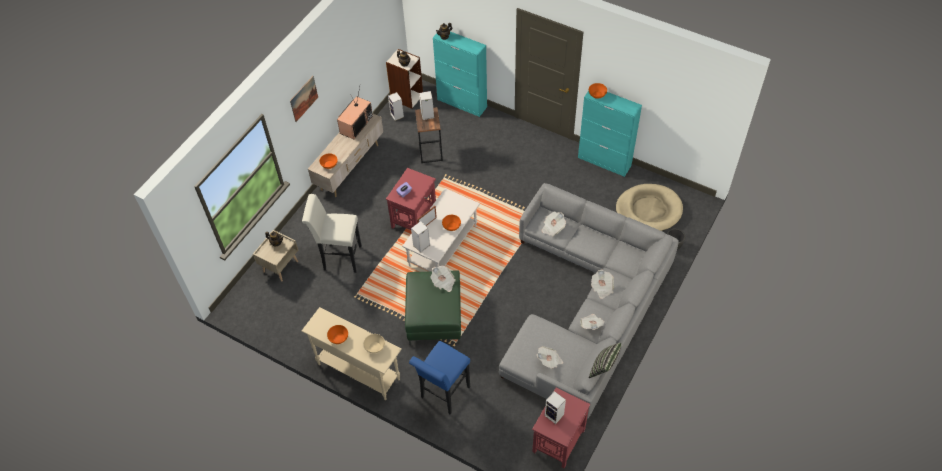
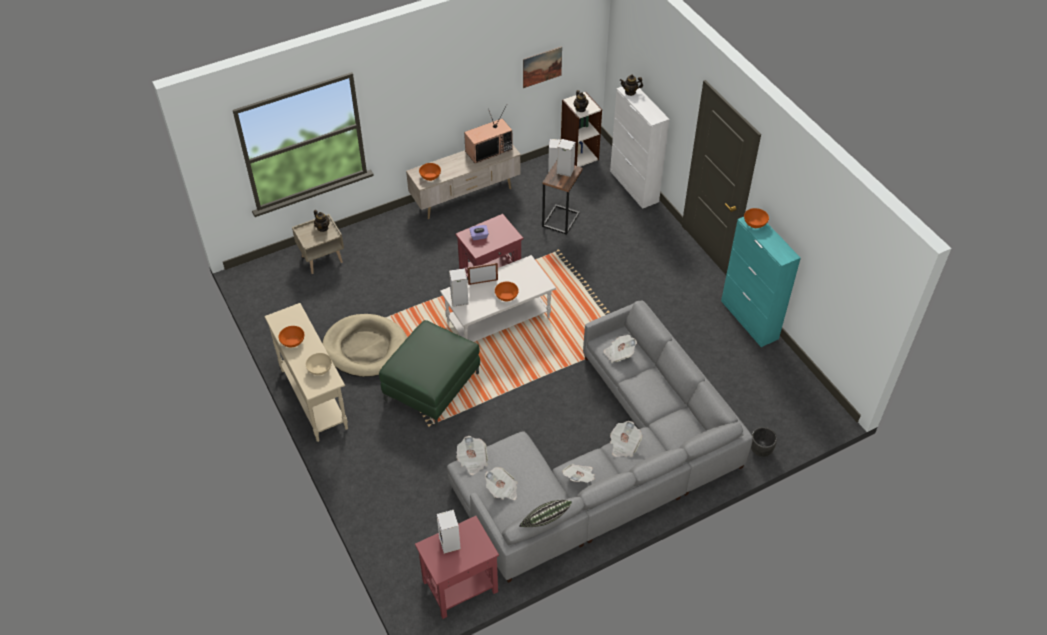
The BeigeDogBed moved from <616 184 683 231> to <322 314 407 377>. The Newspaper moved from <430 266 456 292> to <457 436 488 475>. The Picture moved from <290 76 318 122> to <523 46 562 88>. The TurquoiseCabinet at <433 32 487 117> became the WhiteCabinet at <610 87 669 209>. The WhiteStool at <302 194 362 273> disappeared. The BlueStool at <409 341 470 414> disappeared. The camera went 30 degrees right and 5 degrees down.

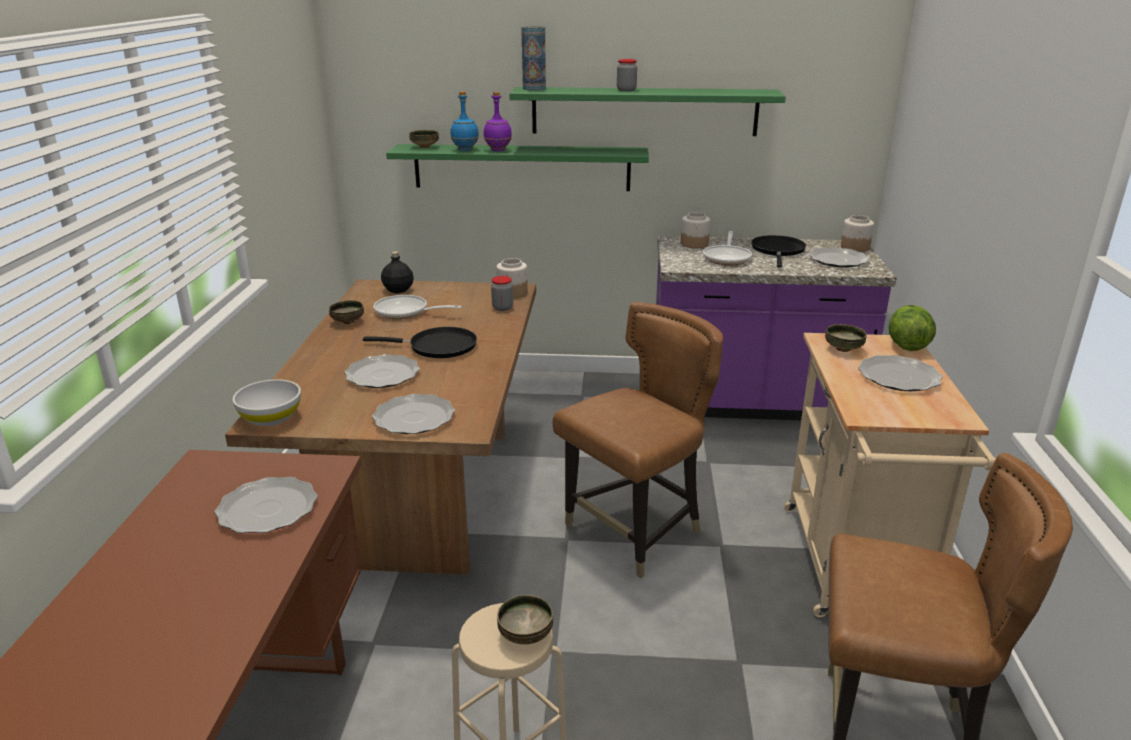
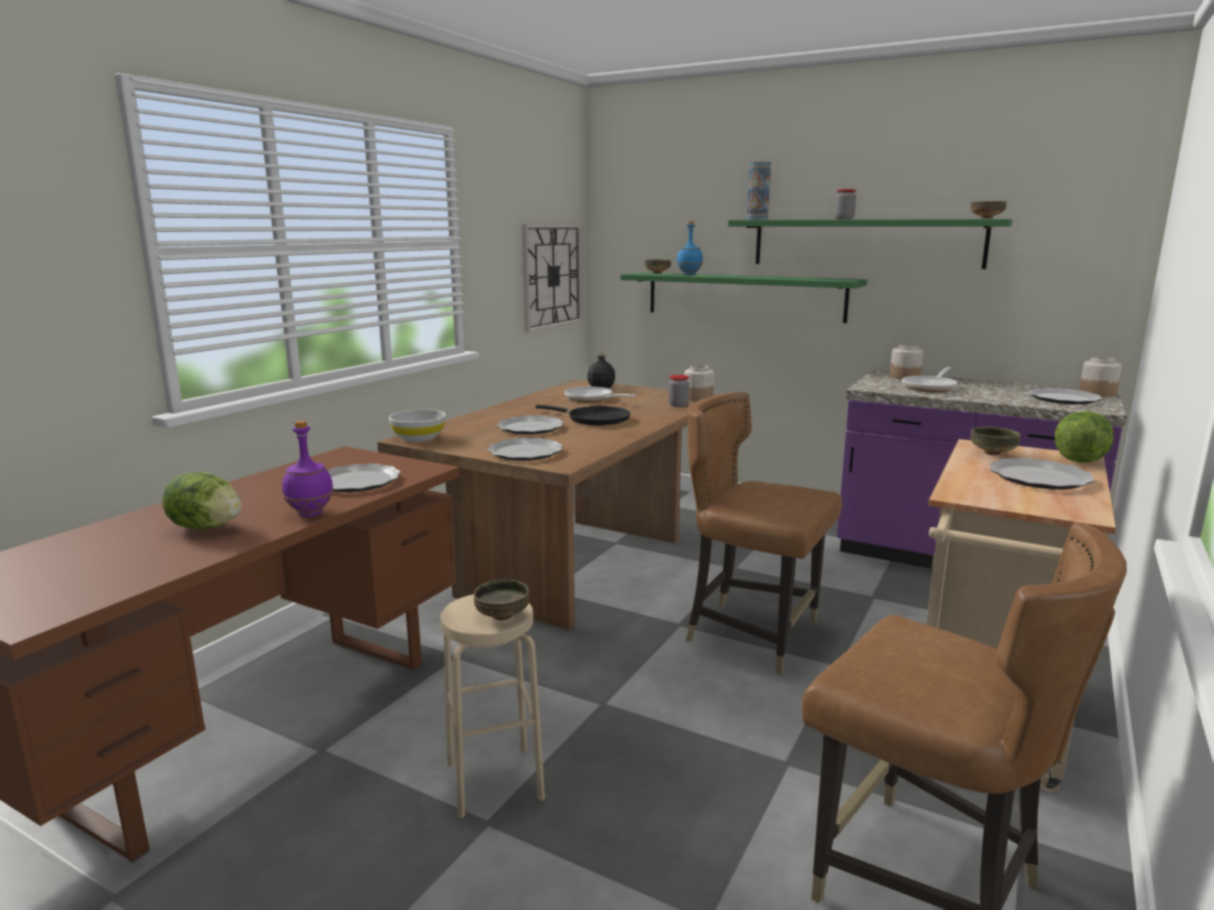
The Lettuce at <162 472 242 530> appeared. The PurpleBottle moved from <484 92 512 151> to <282 421 334 517>. The WallClock at <522 224 582 333> appeared. The BrownChair at <552 302 723 578> turned 135 degrees counterclockwise. The Bowl moved from <329 300 364 324> to <970 201 1006 219>. The BlackFryingPan at <751 235 806 268> disappeared. The camera went 25 degrees right and 10 degrees down.

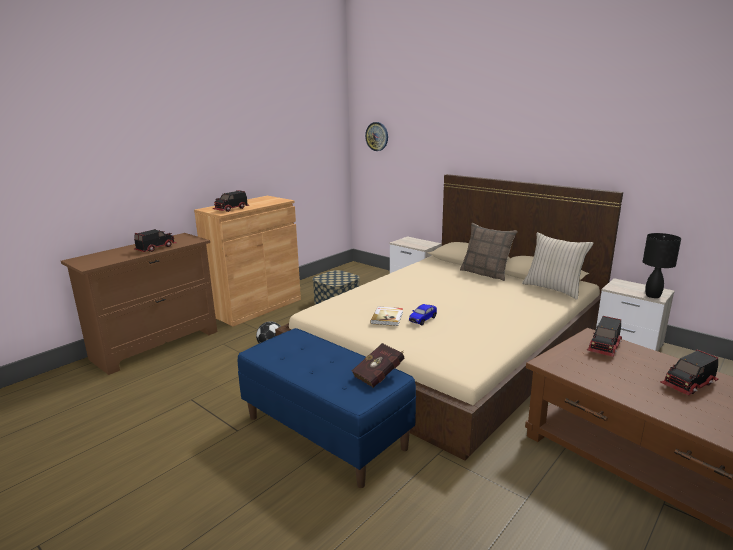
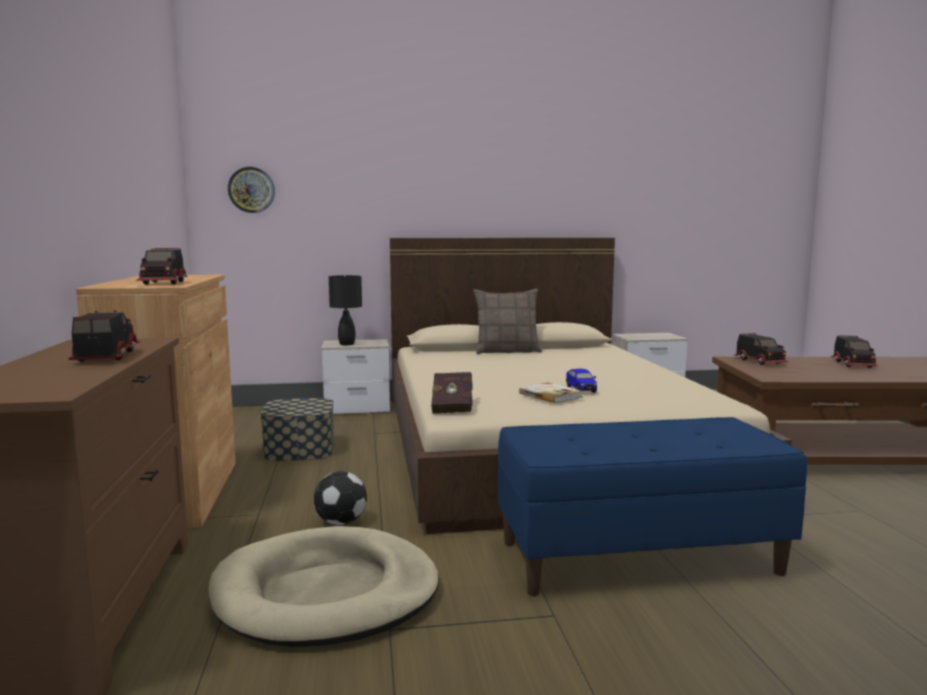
The BeigeDogBed at <208 526 439 647> appeared. The BlackTableLamp moved from <643 233 681 298> to <329 275 362 345>. The RedBook moved from <352 343 405 388> to <431 372 472 414>. The BeigePillow at <522 232 593 300> disappeared. The camera went 50 degrees left and 10 degrees down.

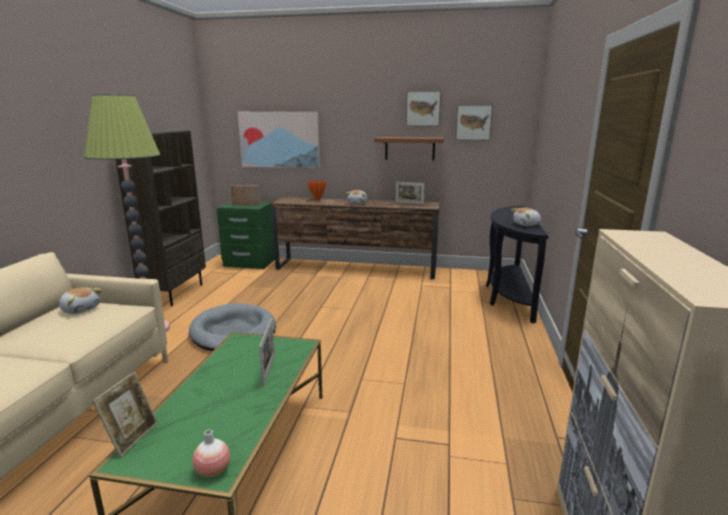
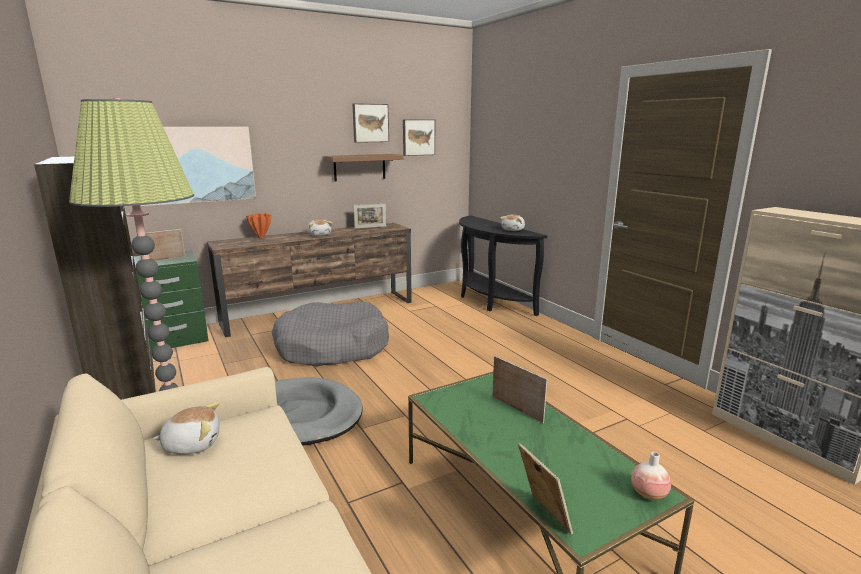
The GreyDogBed at <272 301 389 366> appeared. The camera went 40 degrees left and 0 degrees up.

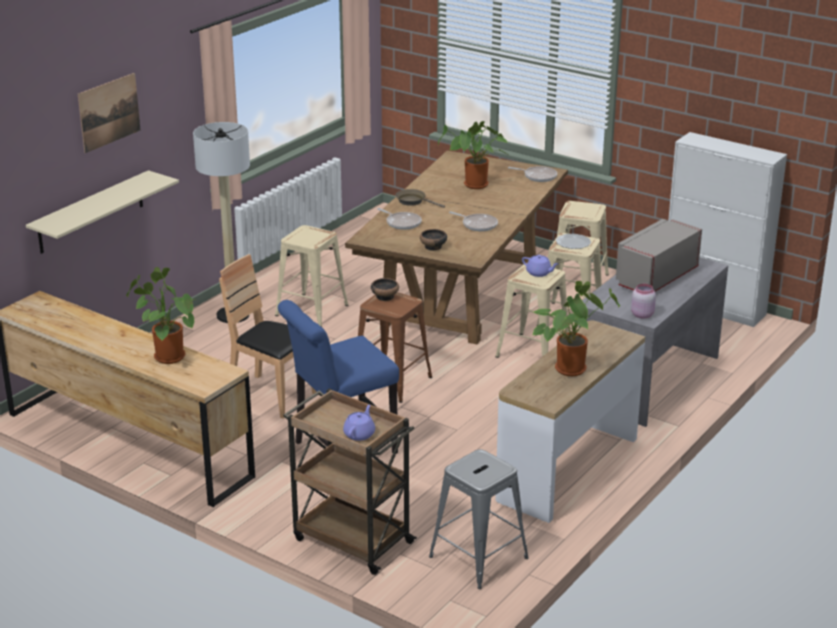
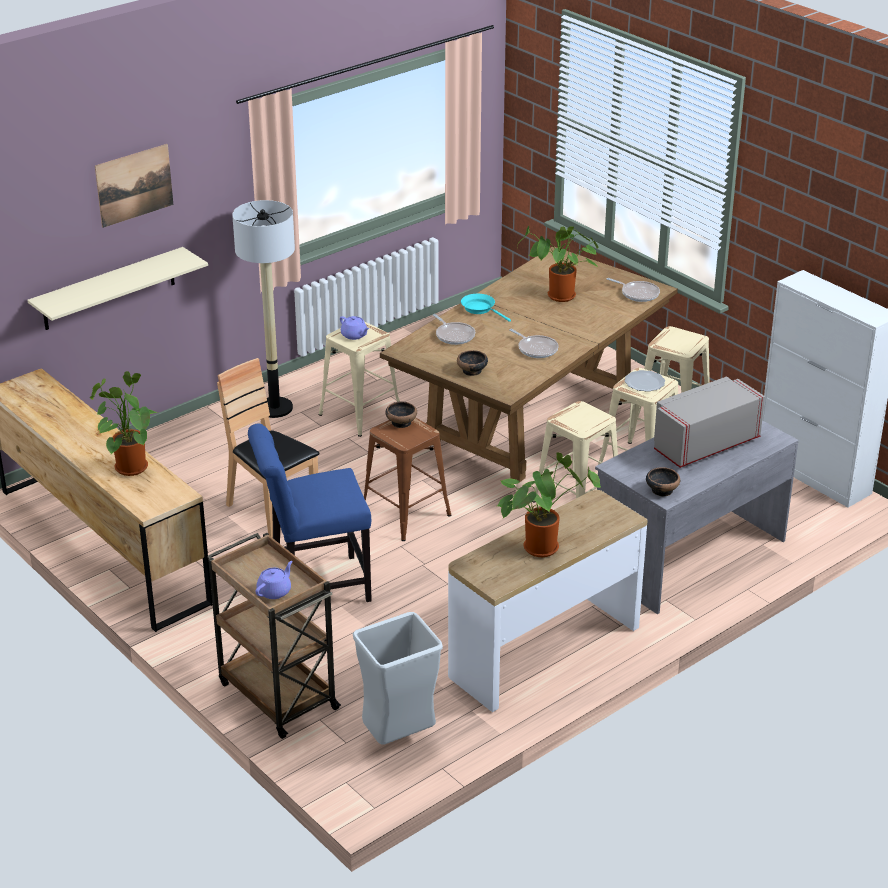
The PurpleTeapot moved from <522 255 558 277> to <340 316 369 340>. The GreyStool at <429 449 529 589> was replaced by the GreyTrashCan at <353 612 443 744>. The BrownFryingPan at <395 189 445 208> became the TurquoiseFryingPan at <461 294 511 322>. The PinkJar at <631 284 656 318> was replaced by the Bowl at <646 467 680 496>. The camera went 15 degrees right and 5 degrees up.

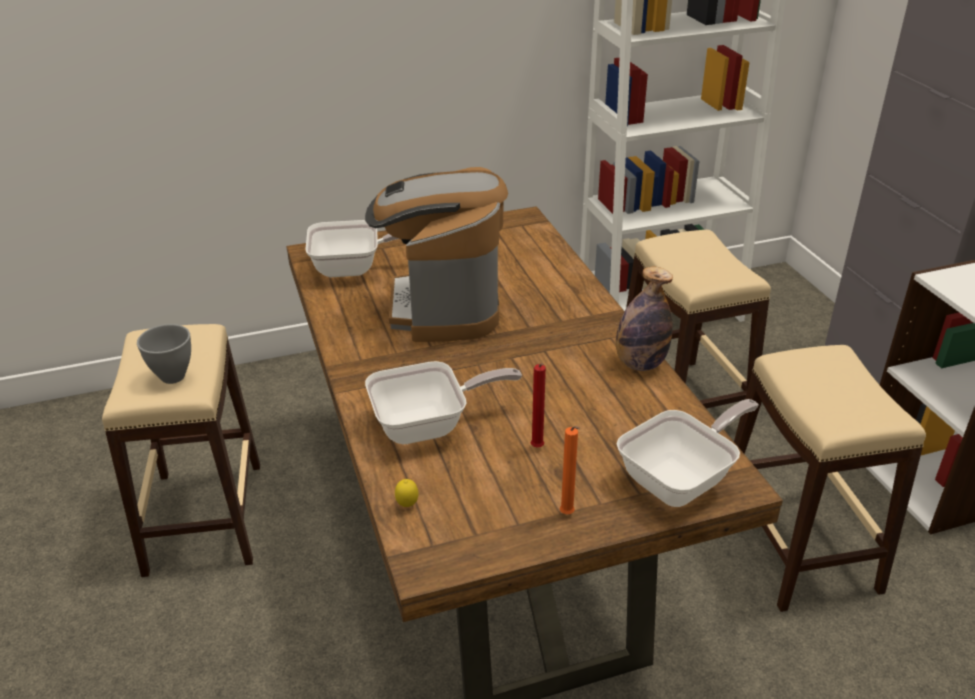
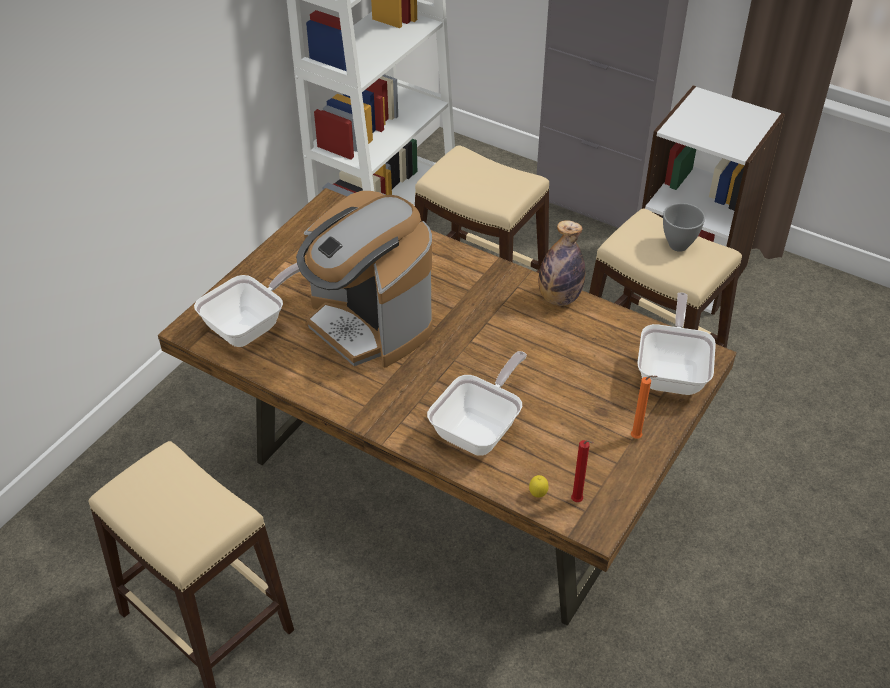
The RedCandle moved from <531 363 546 447> to <571 440 594 502>. The GreyBowl moved from <137 324 191 384> to <663 203 705 252>. The camera went 40 degrees left and 10 degrees up.

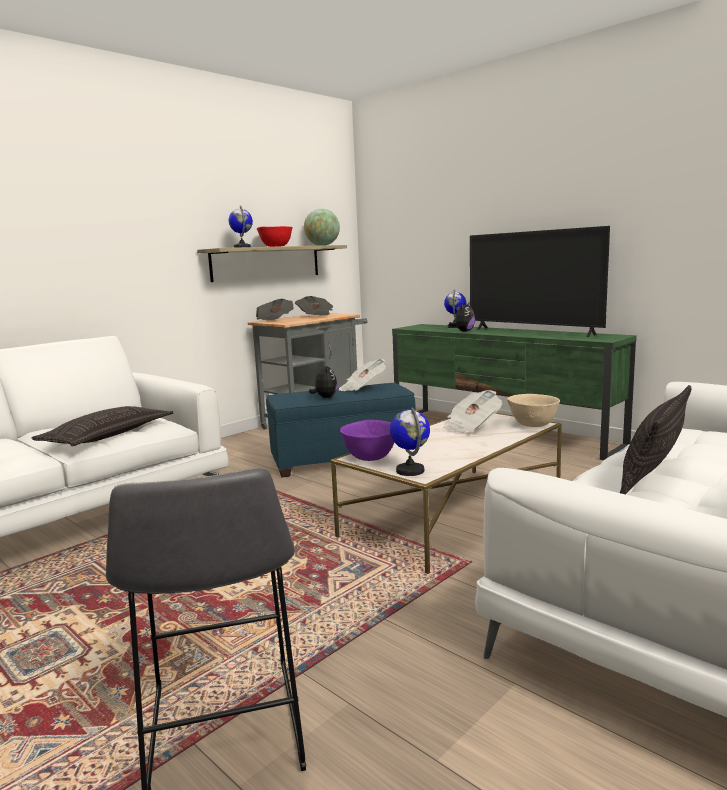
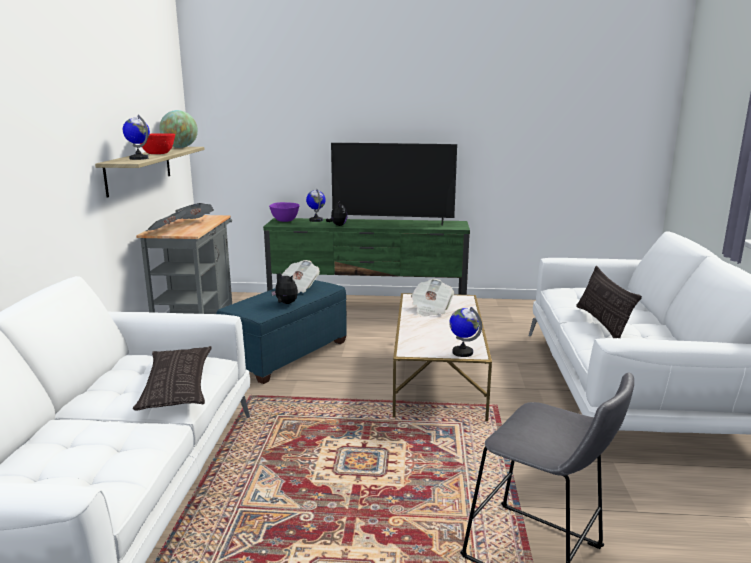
The PurpleBowl moved from <340 420 394 461> to <269 202 300 222>. The BeigeBowl at <507 394 560 427> disappeared. The camera went 40 degrees left and 5 degrees up.

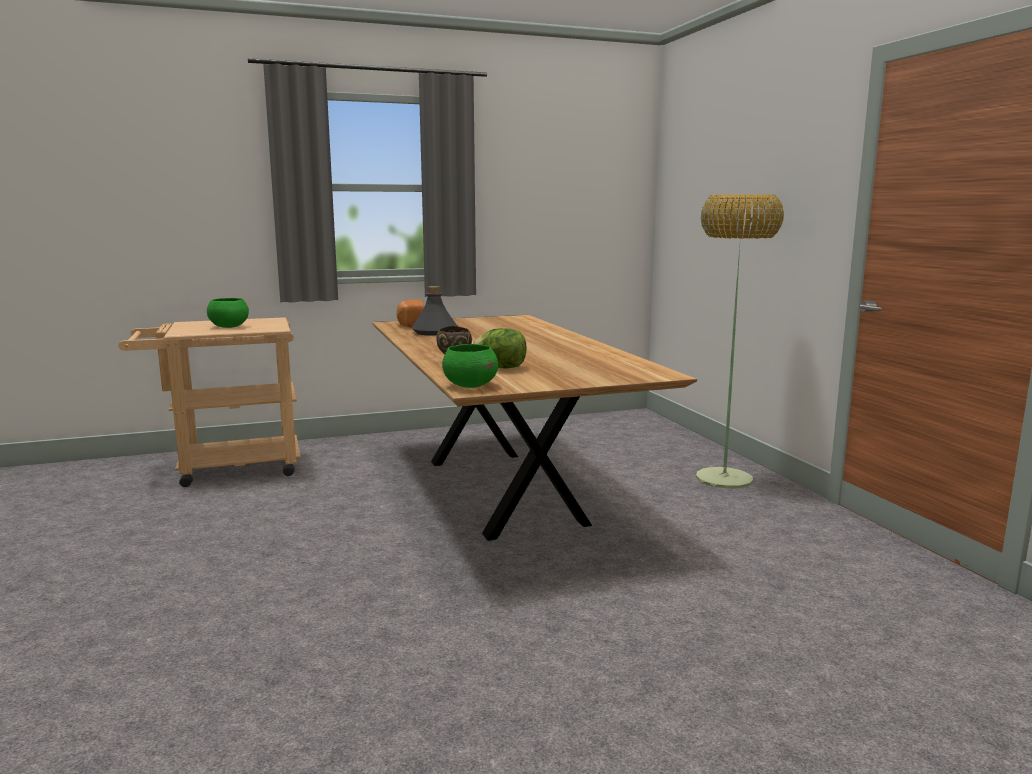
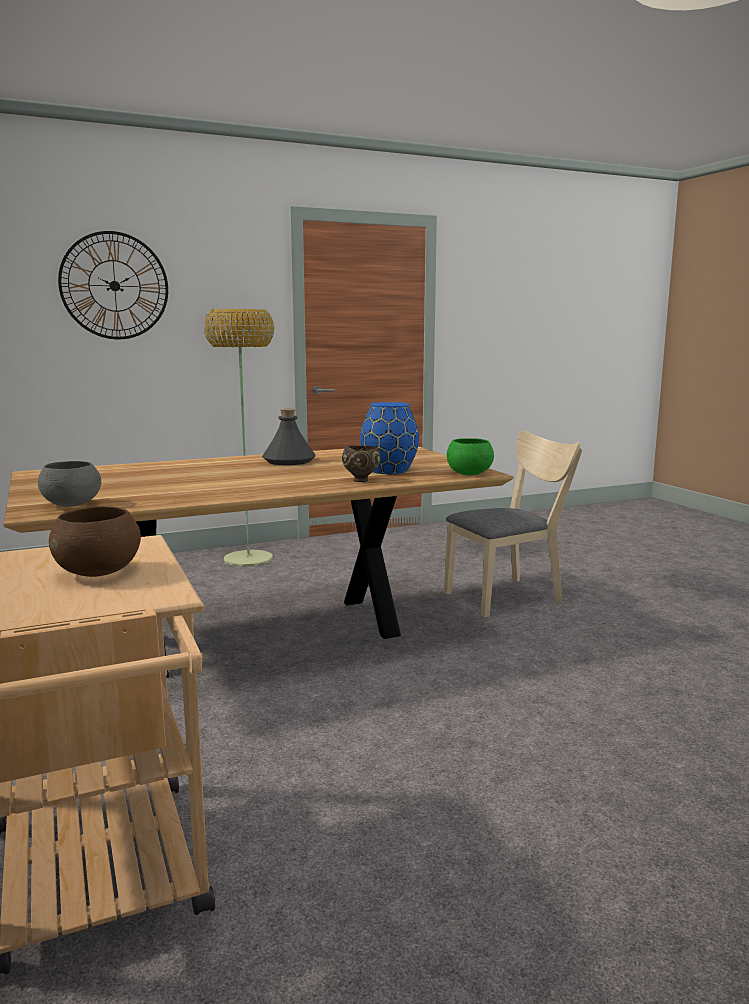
The Bread at <397 300 424 328> was replaced by the GreyBowl at <38 461 101 507>. The GreenBowl at <207 298 249 328> became the BrownBowl at <49 506 141 577>. The WallClock at <58 231 168 340> appeared. The GreyBottle moved from <412 286 458 336> to <262 409 316 465>. The Lettuce at <473 328 527 368> was replaced by the BlueVase at <360 402 419 474>. The BeigeChair at <444 431 582 617> appeared. The camera went 95 degrees left and 0 degrees up.

